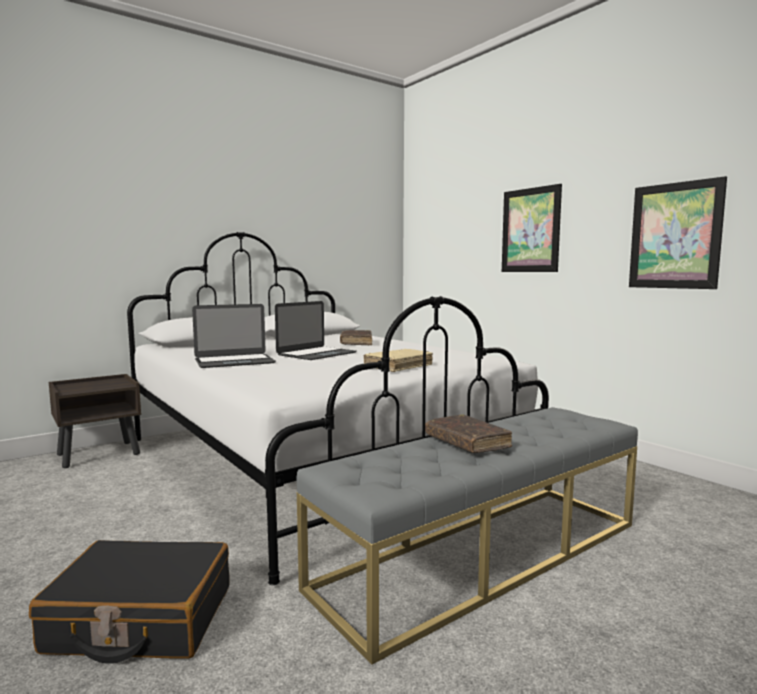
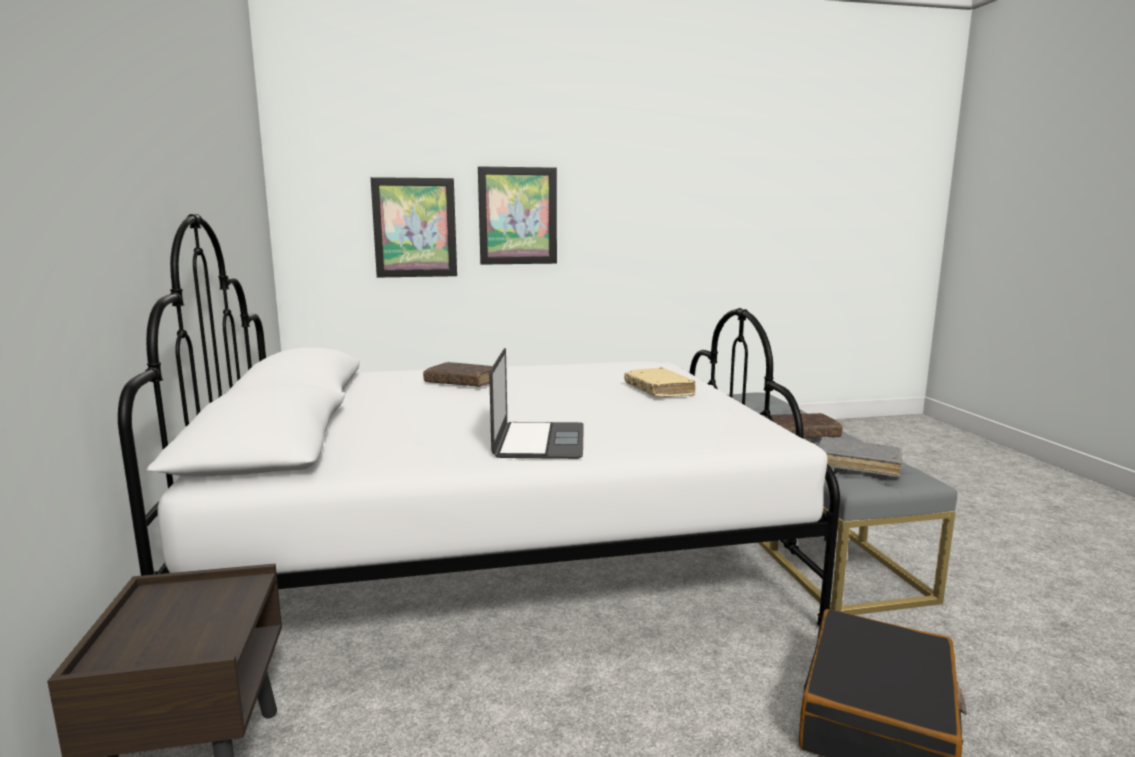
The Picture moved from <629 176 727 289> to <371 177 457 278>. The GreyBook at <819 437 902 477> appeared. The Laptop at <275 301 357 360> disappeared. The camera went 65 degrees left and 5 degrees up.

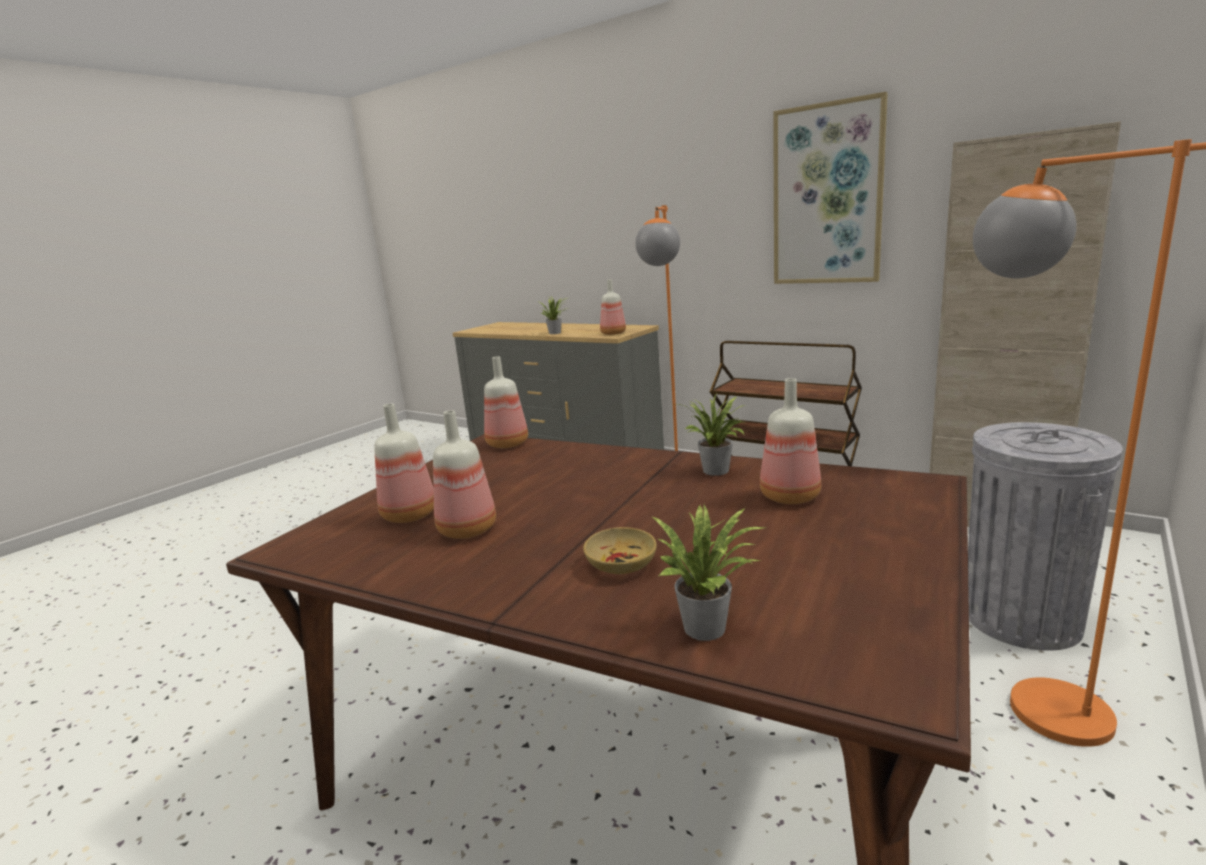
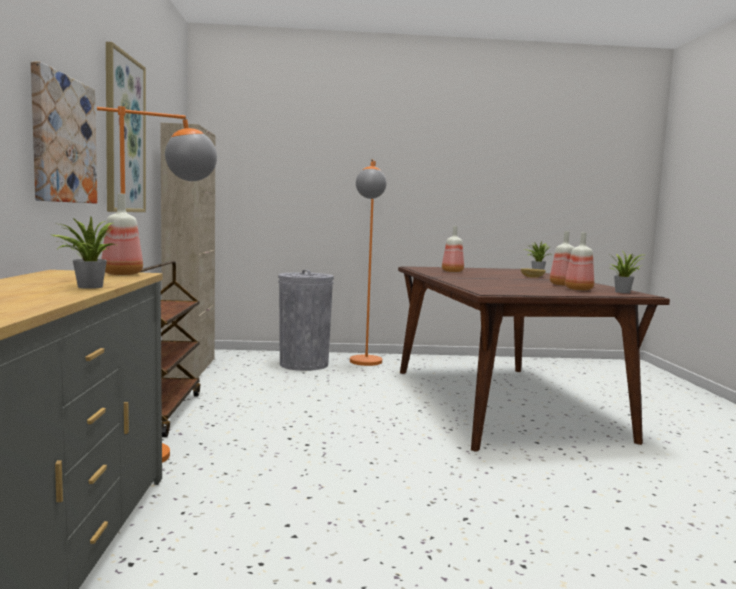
The Picture at <30 61 97 204> appeared. The PottedPlant moved from <676 394 746 476> to <610 252 646 293>. The Bottle at <484 356 528 448> disappeared. The camera went 130 degrees left and 10 degrees down.

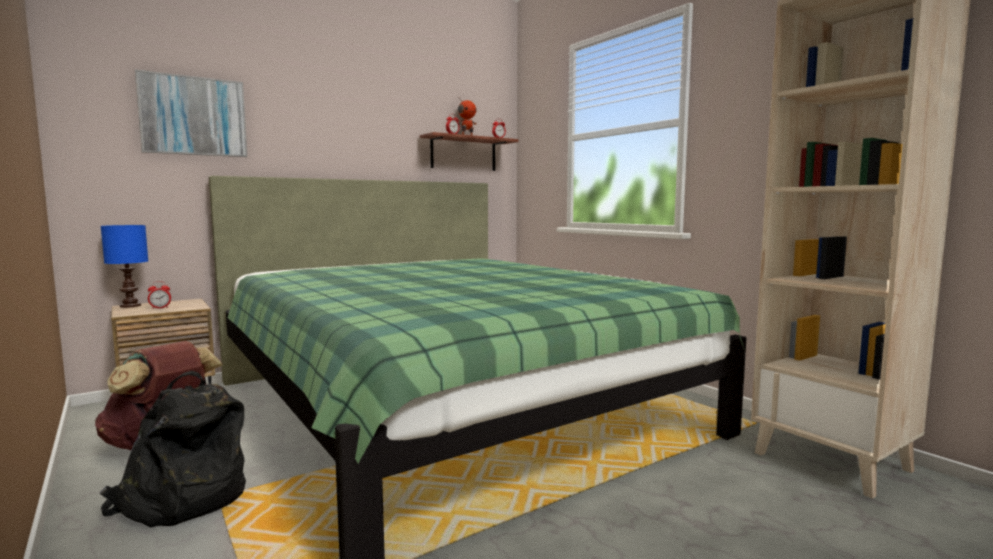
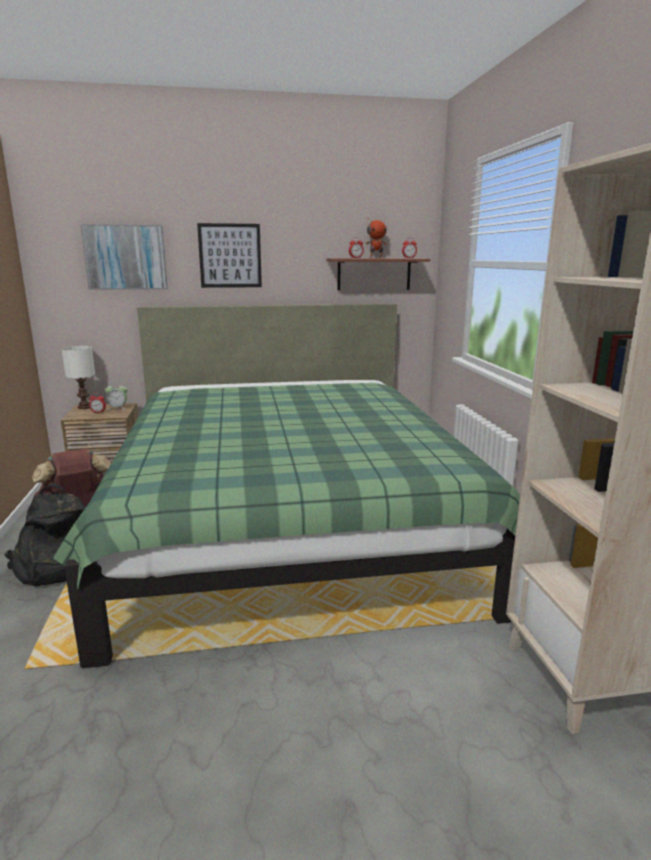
The BlueTableLamp at <101 225 148 308> became the WhiteTableLamp at <62 346 95 409>. The AlarmClock at <105 382 127 410> appeared. The Picture at <197 223 262 288> appeared. The camera went 25 degrees right and 10 degrees up.

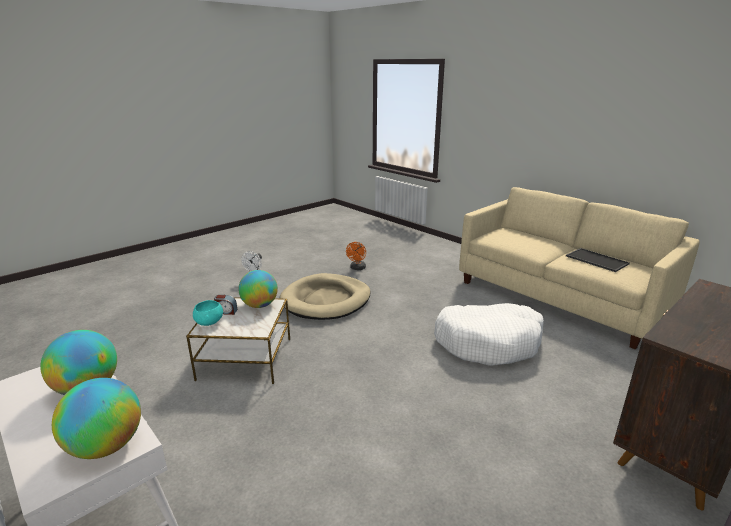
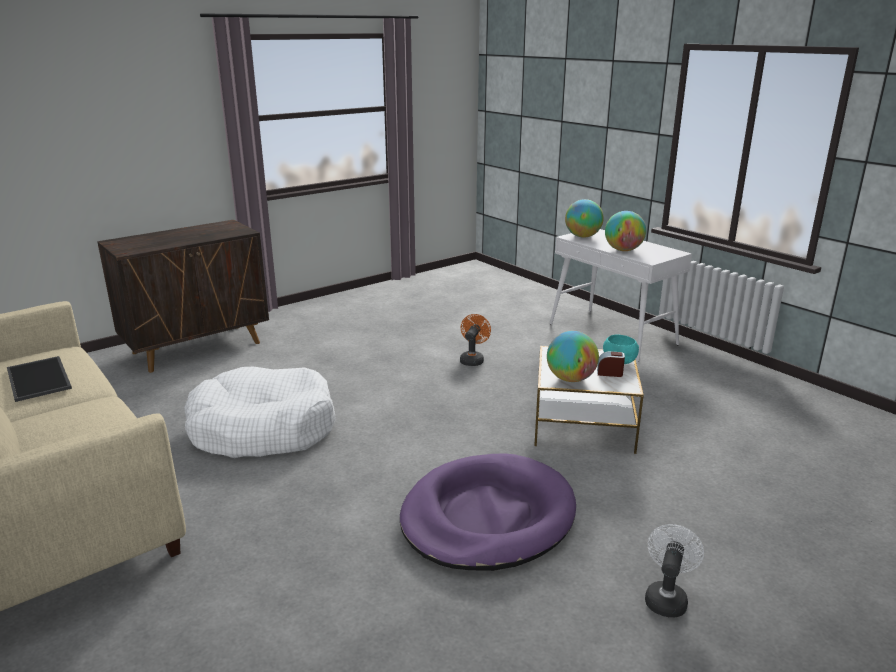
The BeigeDogBed at <280 273 371 320> became the PurpleDogBed at <400 453 576 571>. The OrangeFan moved from <346 242 366 270> to <460 314 491 366>. The camera went 175 degrees left and 0 degrees up.

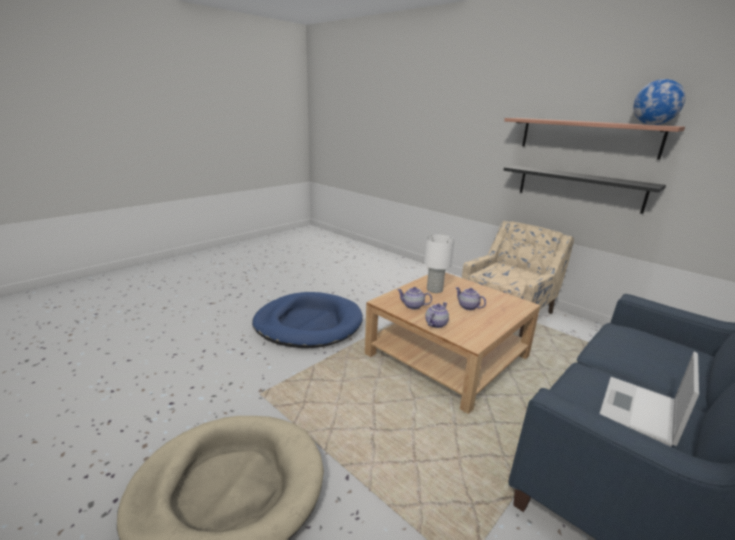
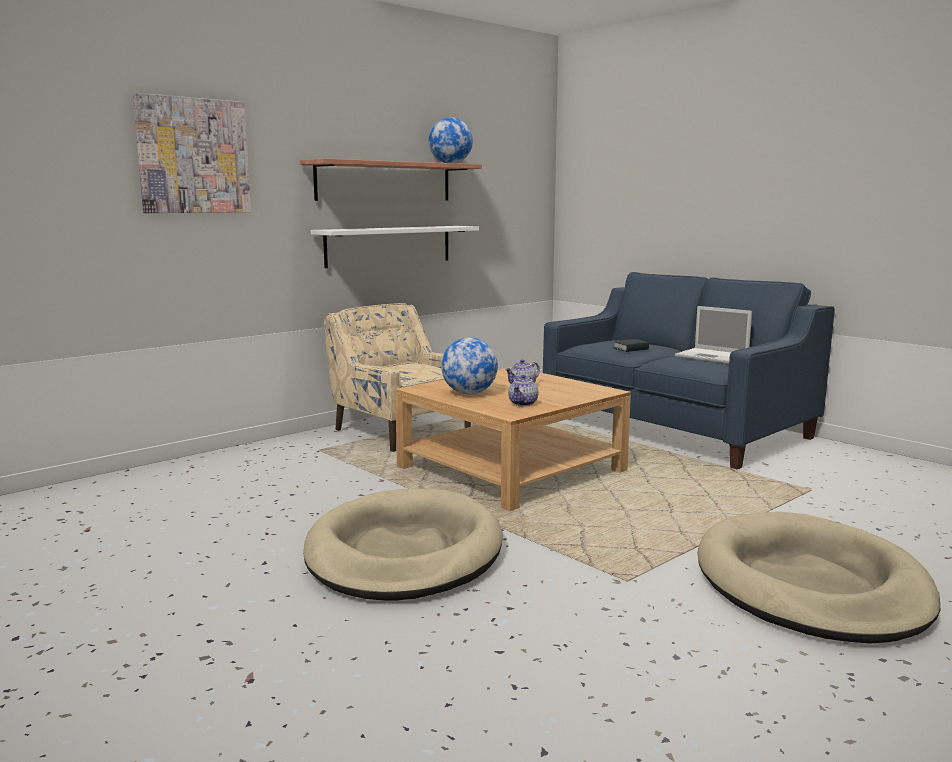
The Picture at <133 93 251 213> appeared. The BlueDogBed at <252 292 363 348> became the BeigeDogBed at <304 489 503 601>. The BlackShelf at <503 165 666 214> became the WhiteShelf at <311 226 479 268>. The WhiteTableLamp at <424 235 454 293> was replaced by the Globe at <441 337 498 394>. The Book at <613 339 649 352> appeared. The Teapot at <425 302 449 328> disappeared. The camera went 85 degrees left and 10 degrees down.

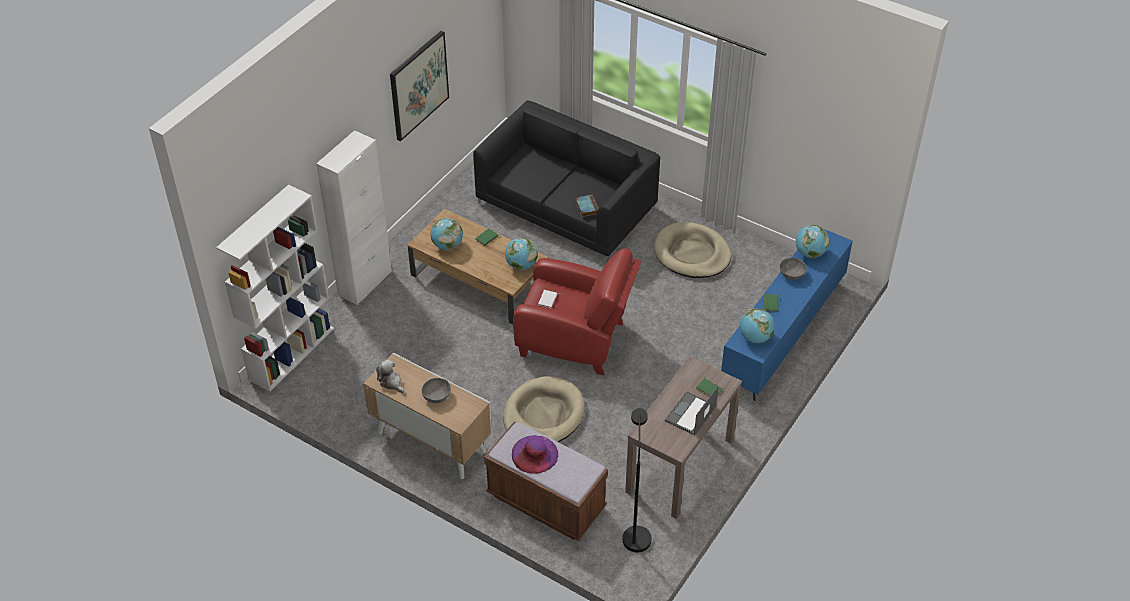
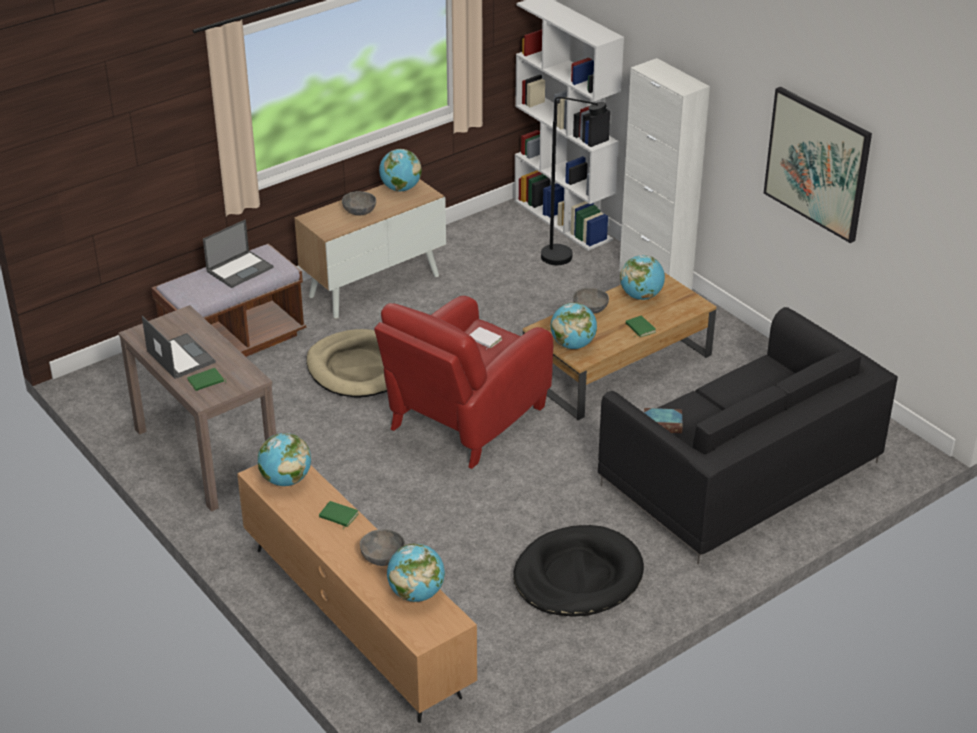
The PurpleHat at <512 435 558 474> was replaced by the Laptop at <203 219 274 288>. The BlueTvStand at <721 229 853 401> became the BrownTvStand at <237 464 477 723>. The PlushToy at <376 360 404 393> was replaced by the Globe at <379 149 422 191>. The BeigeDogBed at <654 222 732 278> became the BlackDogBed at <513 525 644 617>. The BlackFloorLamp moved from <622 408 652 553> to <541 97 607 265>. The GreyBowl at <573 288 609 314> appeared. The camera went 110 degrees right and 10 degrees down.

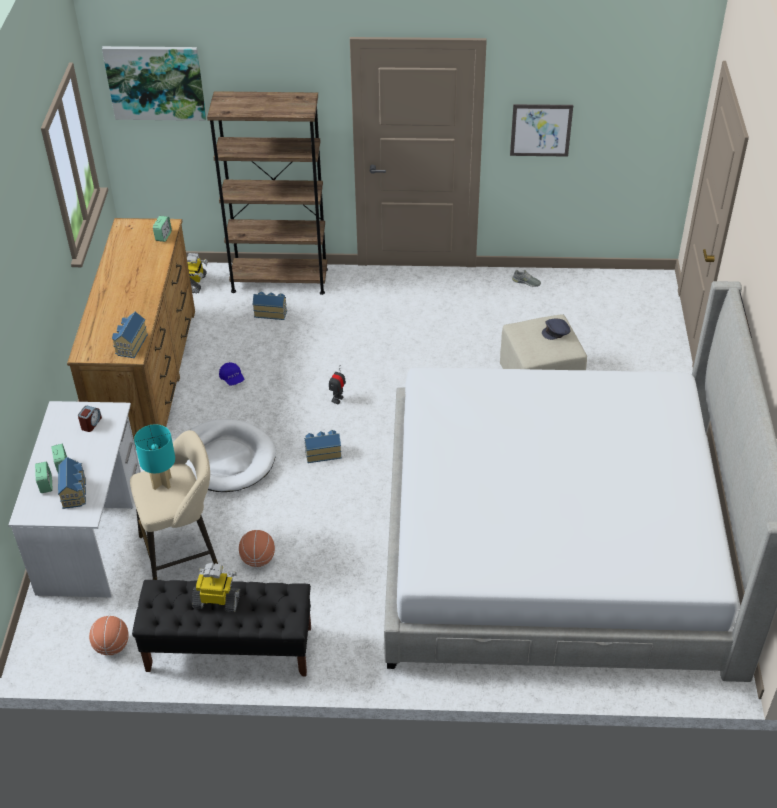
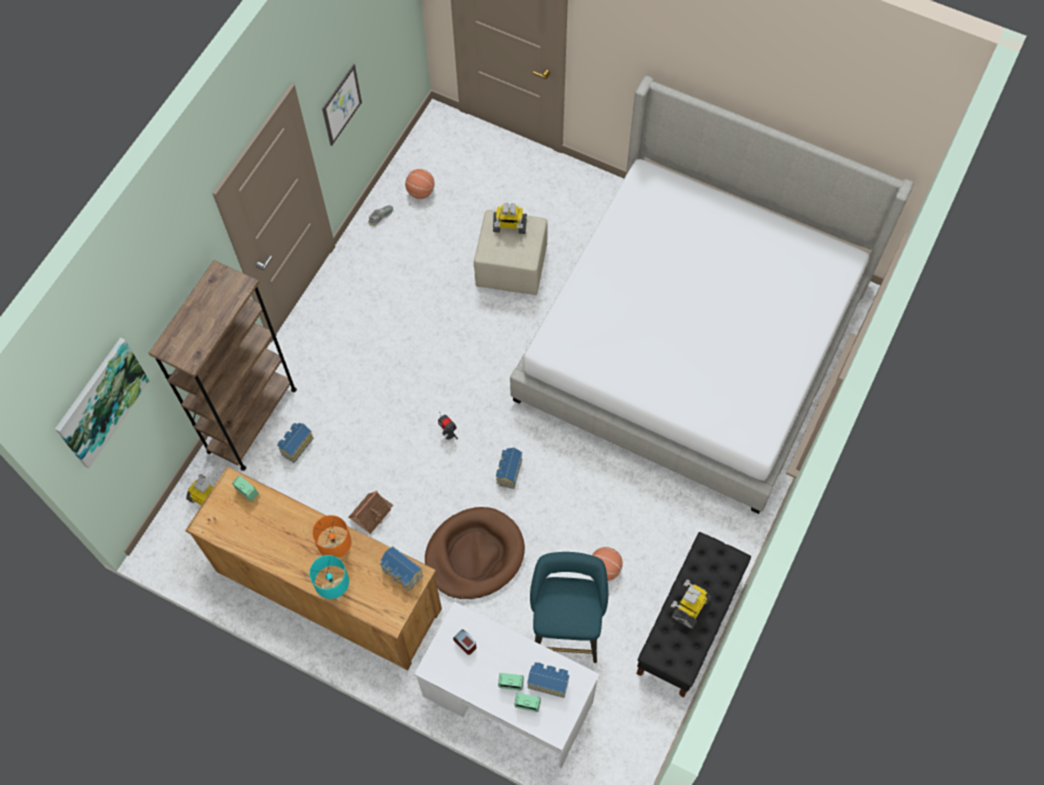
The TurquoiseTableLamp moved from <134 424 175 490> to <309 555 349 602>. The OrangeTableLamp at <312 515 352 561> appeared. The BlueCap at <219 362 244 385> was replaced by the ToyHouse at <348 491 393 534>. The Basketball moved from <89 616 129 655> to <405 169 435 199>. The WhiteDogBed at <186 419 276 492> became the BrownDogBed at <425 507 525 599>. The GreyCap at <542 319 570 340> was replaced by the ToyRobot at <493 203 527 234>. The BeigeStool at <130 430 218 580> became the TurquoiseStool at <530 552 608 663>. The camera went 65 degrees left and 20 degrees up.

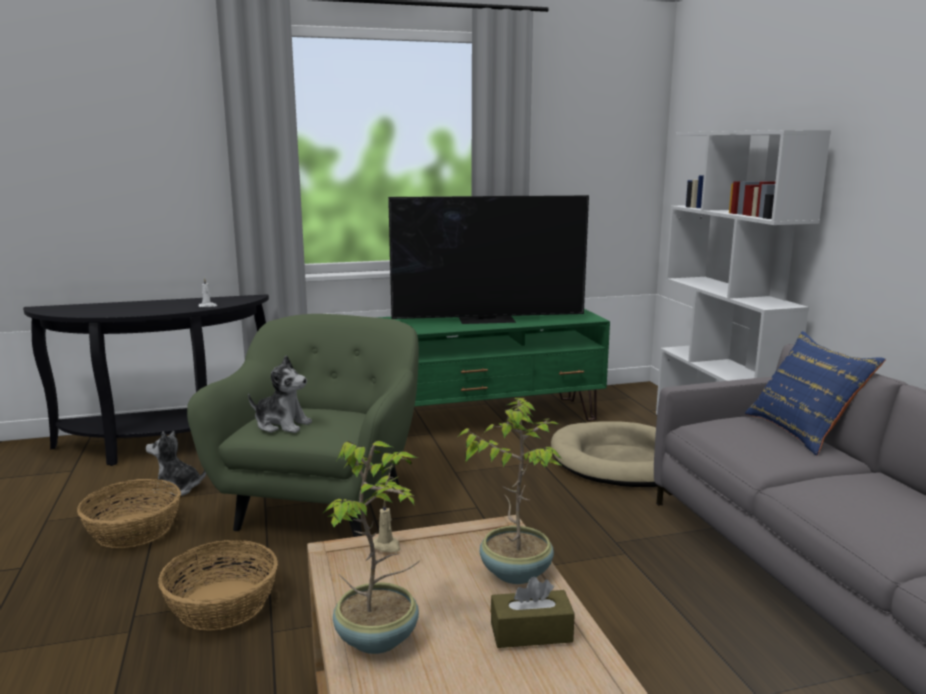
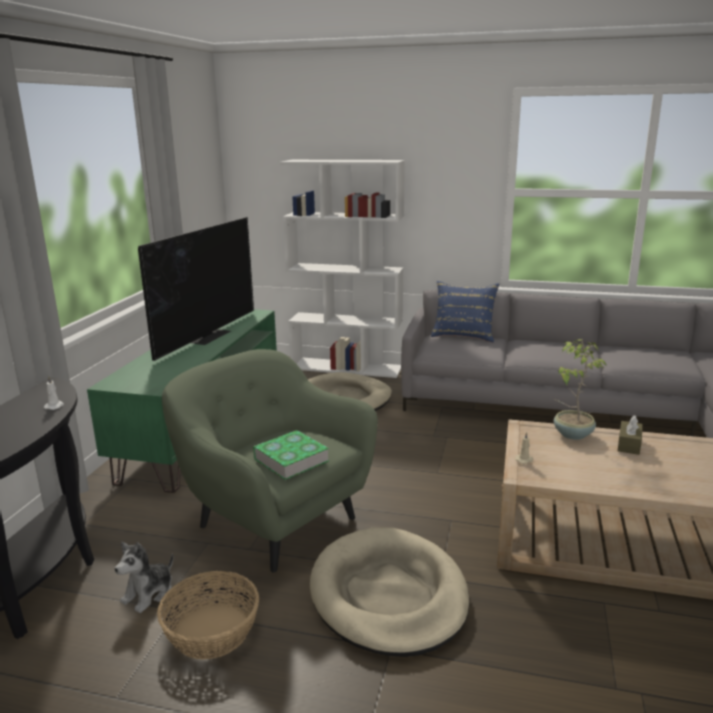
The PlushToy at <248 355 312 433> was replaced by the Book at <253 430 329 480>. The Basket at <158 540 278 631> was replaced by the BeigeDogBed at <310 527 470 657>. The PottedPlant at <321 441 420 654> disappeared. The camera went 60 degrees left and 5 degrees up.

